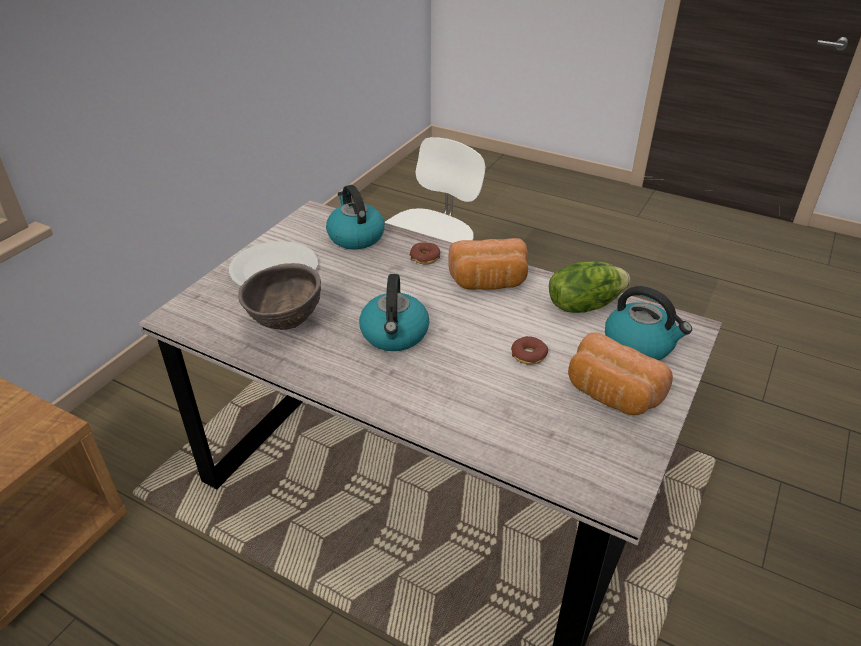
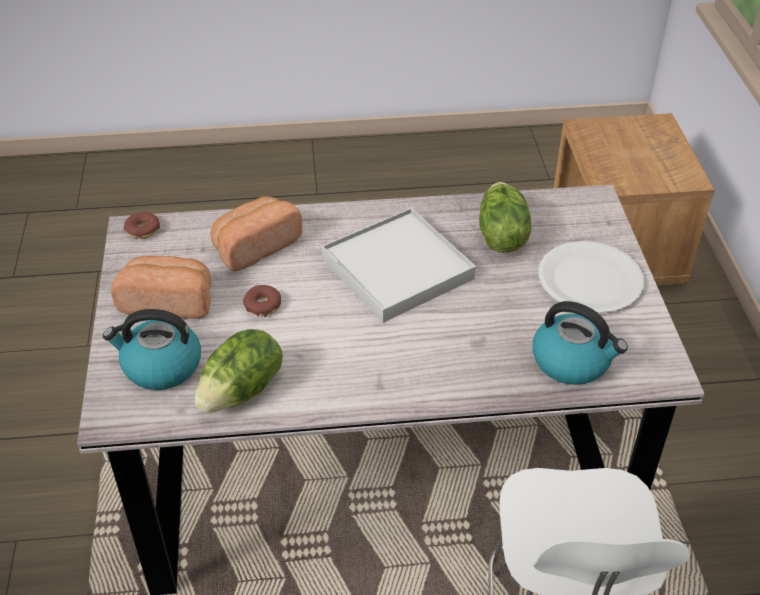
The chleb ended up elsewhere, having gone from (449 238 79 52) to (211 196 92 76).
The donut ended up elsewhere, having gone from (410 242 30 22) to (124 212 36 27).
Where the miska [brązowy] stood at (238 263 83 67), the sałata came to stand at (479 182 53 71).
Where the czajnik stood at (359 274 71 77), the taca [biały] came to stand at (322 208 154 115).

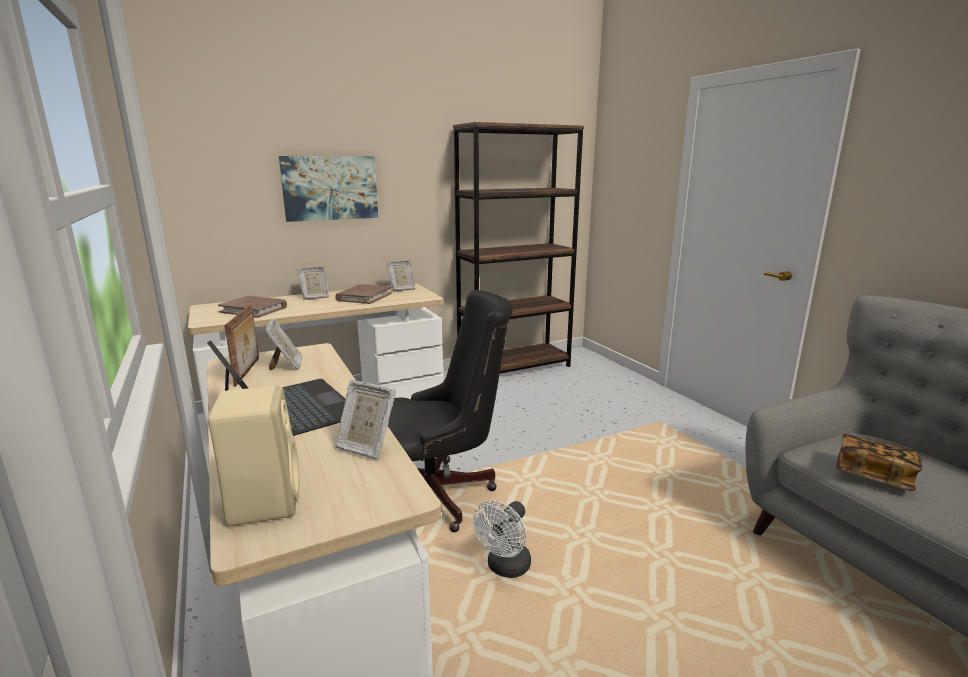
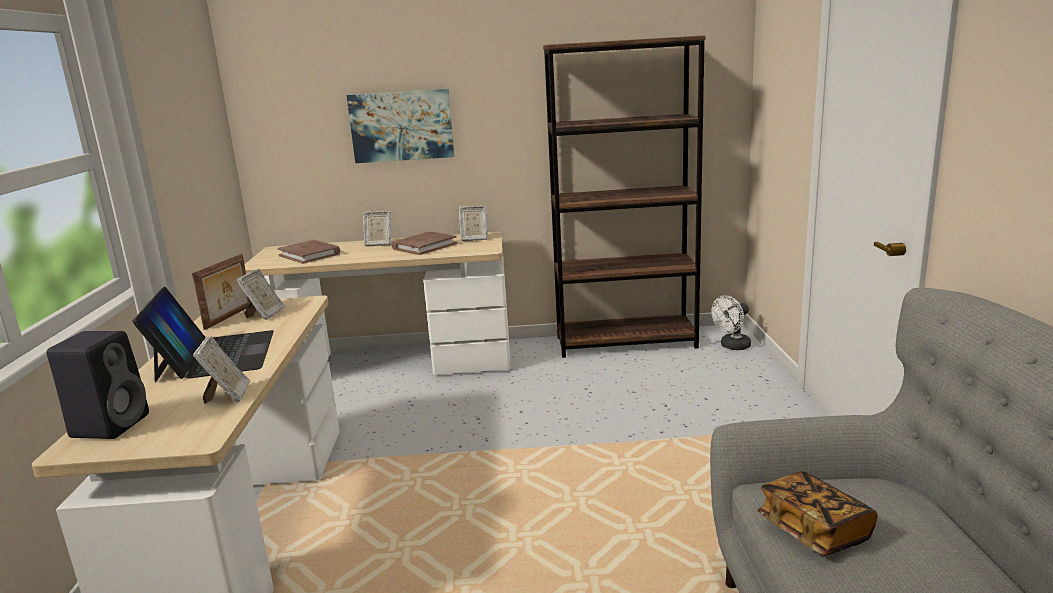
The second view lost the krzesło biurowe [czarny] at (388 290 125 242).
The ramka na zdjęcie at (335 380 61 80) ended up facing another way, 150 degrees counterclockwise from before.
What was the głośnik [beżowy] at (208 386 91 140) turned into the głośnik [czarny] at (47 331 102 108).
The wentylator [biały] ended up elsewhere, having gone from (473 500 58 78) to (711 295 40 55).

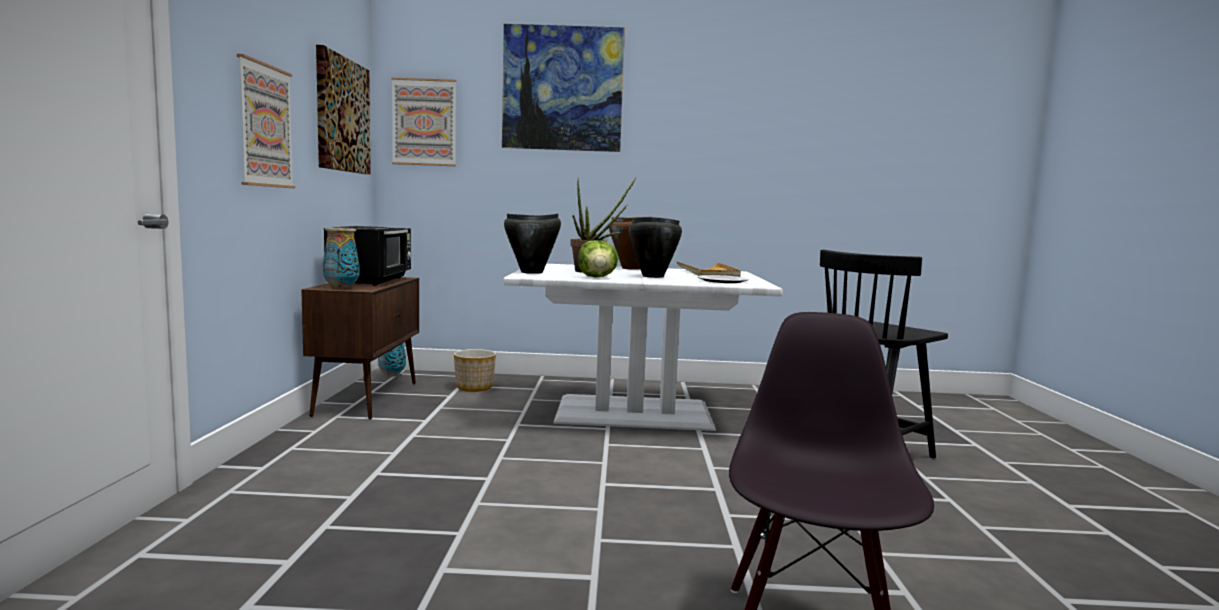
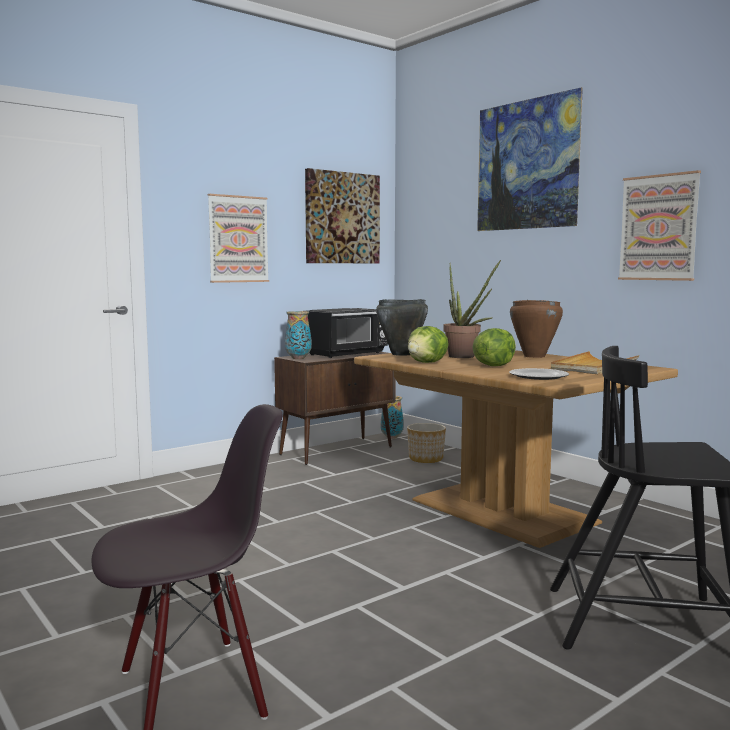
The obraz ended up elsewhere, having gone from (391 77 65 89) to (618 170 83 111).
Where the garnek [czarny] stood at (629 217 53 61), the sałata came to stand at (473 328 43 38).
What was the stół jadalny [biały] at (503 264 280 167) turned into the stół jadalny [brązowy] at (354 350 324 198).

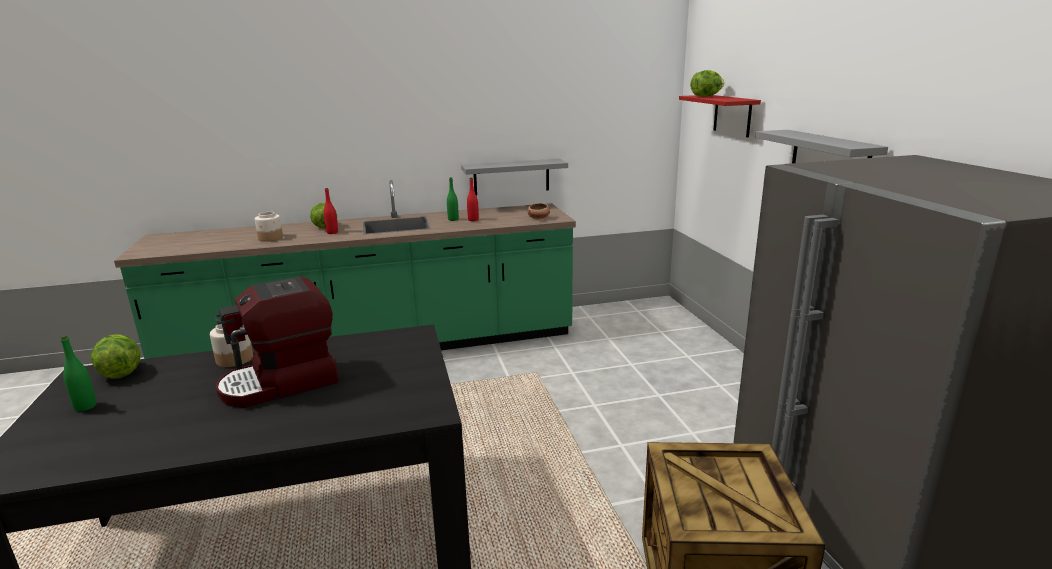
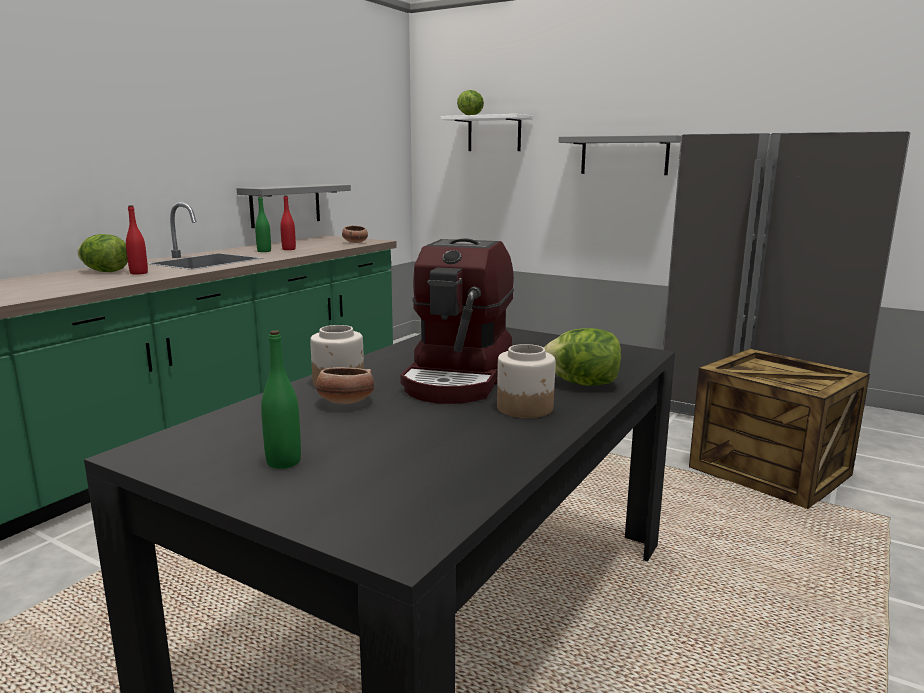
What was the półka [czerwony] at (679 95 82 42) turned into the półka [biały] at (441 114 92 37).
The słoik ended up elsewhere, having gone from (255 212 28 30) to (497 344 58 74).
The sałata ended up elsewhere, having gone from (91 334 49 45) to (544 328 77 58).
The second view gained the miska at (316 367 58 37).

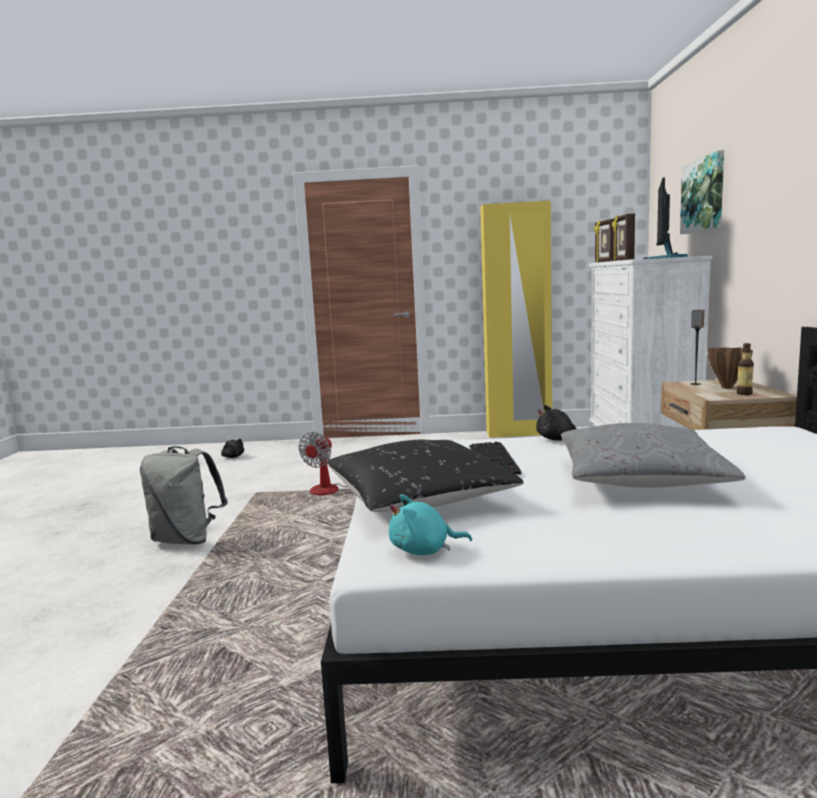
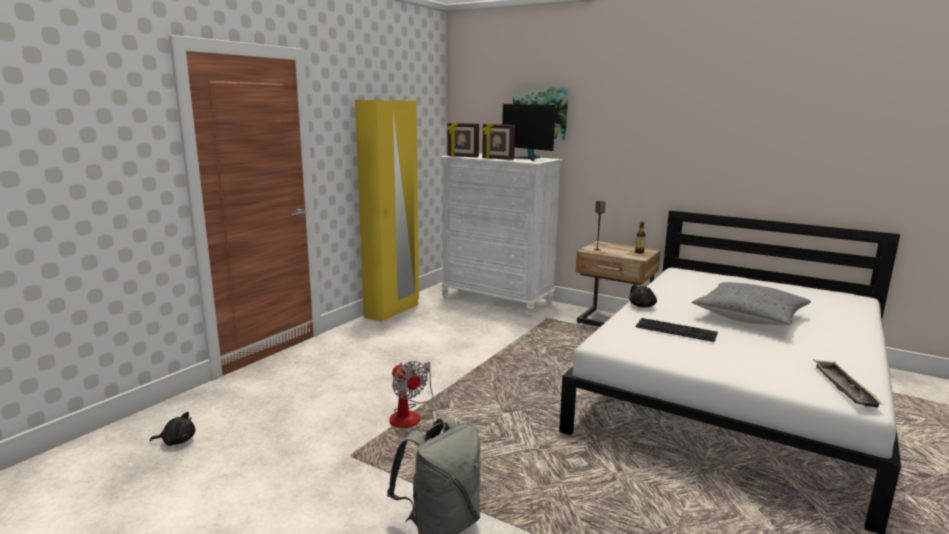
The second view lost the wazon [brązowy] at (707 347 46 42).
The second view lost the poduszka [czarny] at (326 440 198 72).
Where the pluszak [turkusowy] stood at (389 494 83 61), the taca came to stand at (813 359 71 49).

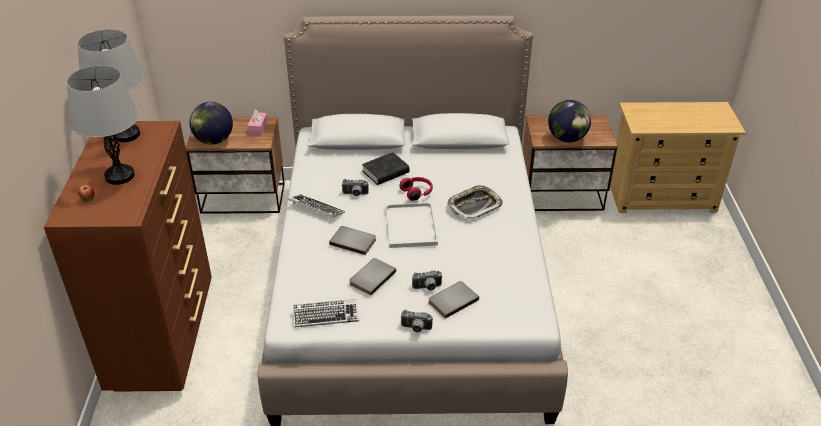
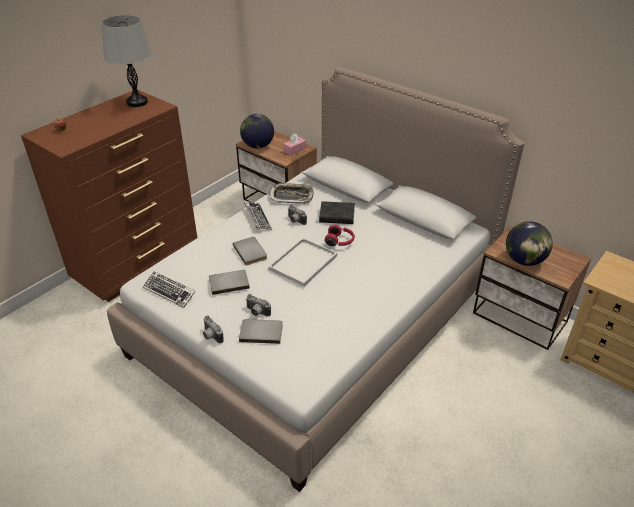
The second view lost the lampa stołowa [szary] at (67 65 71 120).
The taca ended up elsewhere, having gone from (447 184 56 36) to (269 183 45 21).

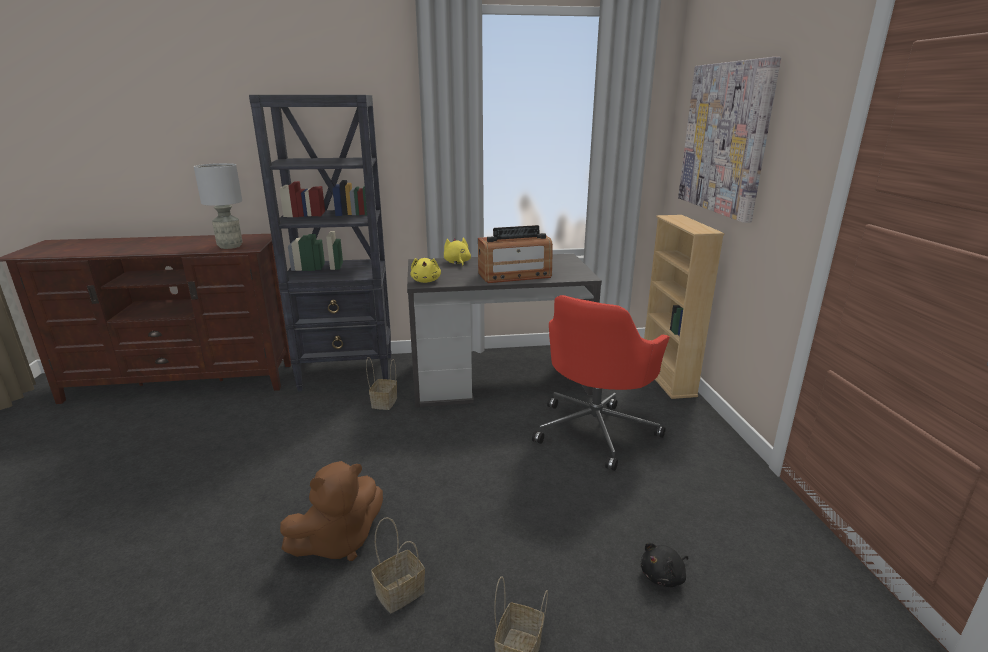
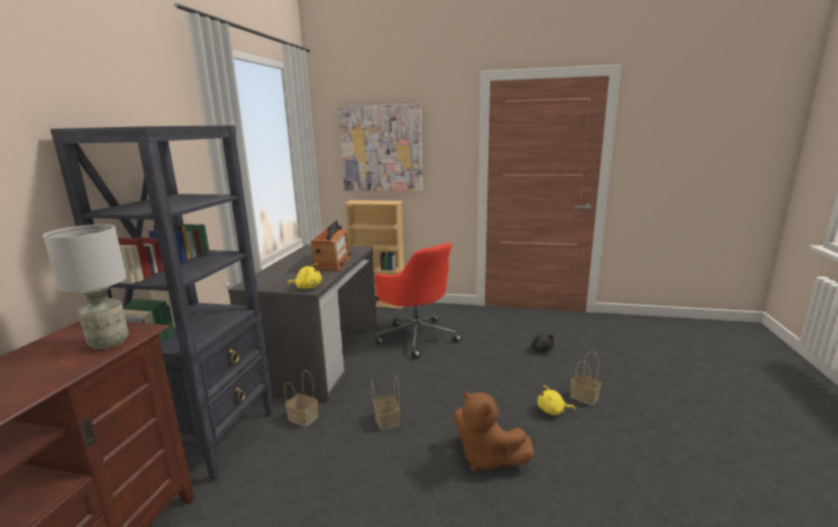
The pluszak [żółty] ended up elsewhere, having gone from (444 237 27 30) to (537 385 38 30).
The pluszak [brązowy] at (280 461 103 100) ended up facing another way, 150 degrees clockwise from before.
The koszyk ended up elsewhere, having gone from (371 517 54 96) to (371 375 29 56).

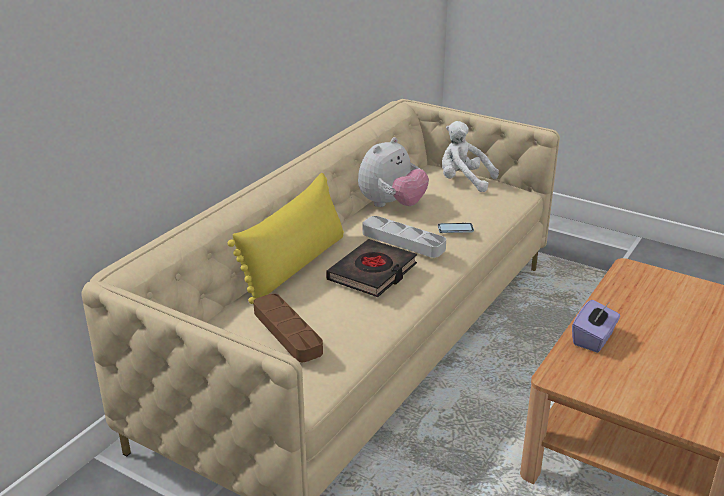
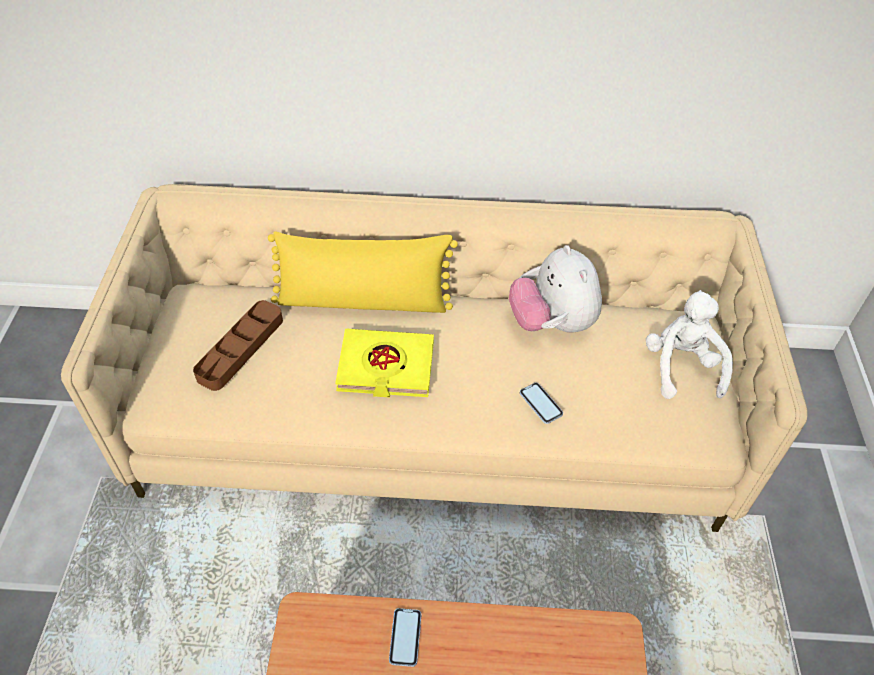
The pluszak at (358 137 71 70) ended up facing another way, 60 degrees clockwise from before.
The second view lost the taca [szary] at (363 216 83 42).
What was the książka [czarny] at (326 239 91 58) turned into the książka [żółty] at (335 329 99 69).
Where the pudełko chusteczek [fioletowy] stood at (572 300 48 53), the telefon came to stand at (389 608 32 59).

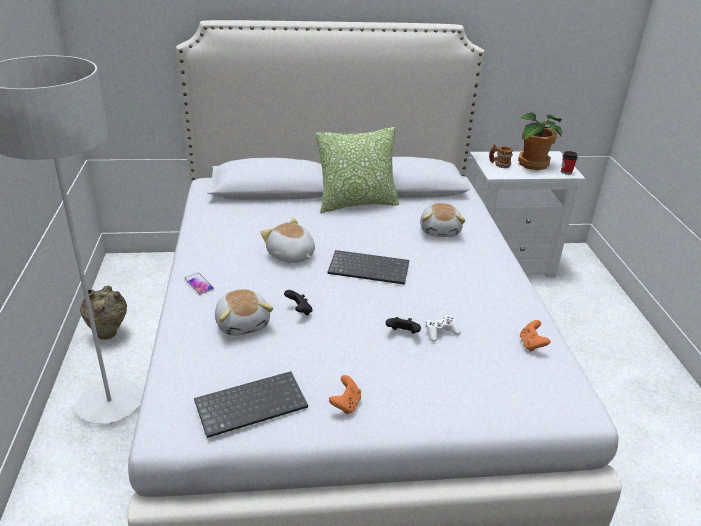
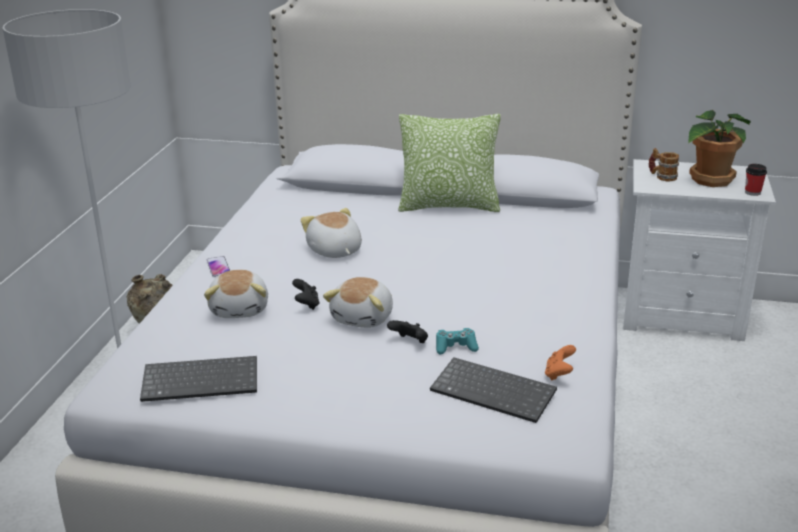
The pluszak ended up elsewhere, having gone from (420 203 46 34) to (323 277 70 51).
The klawiatura ended up elsewhere, having gone from (328 250 81 35) to (430 357 127 66).
What was the pad do gier [biały] at (426 315 35 27) turned into the pad do gier [turkusowy] at (436 328 43 26).
The second view lost the pad do gier [pomarańczowy] at (329 375 32 40).

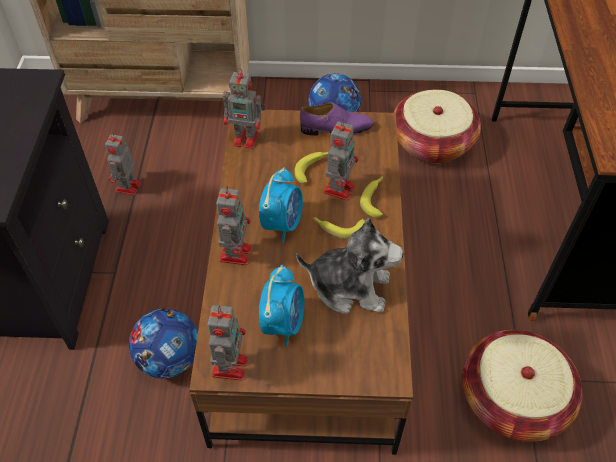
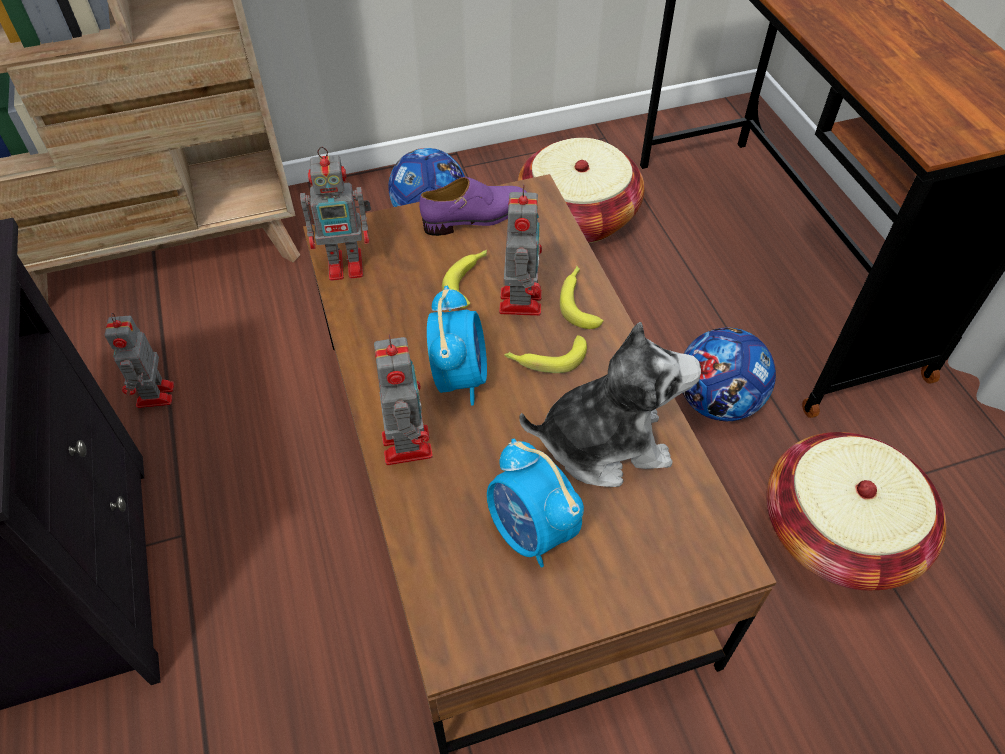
The budzik at (259 265 45 81) ended up facing another way, 150 degrees clockwise from before.
The second view lost the robot zabawkowy at (208 305 40 76).
The piłka futbolowa ended up elsewhere, having gone from (129 308 69 71) to (683 327 93 94).

